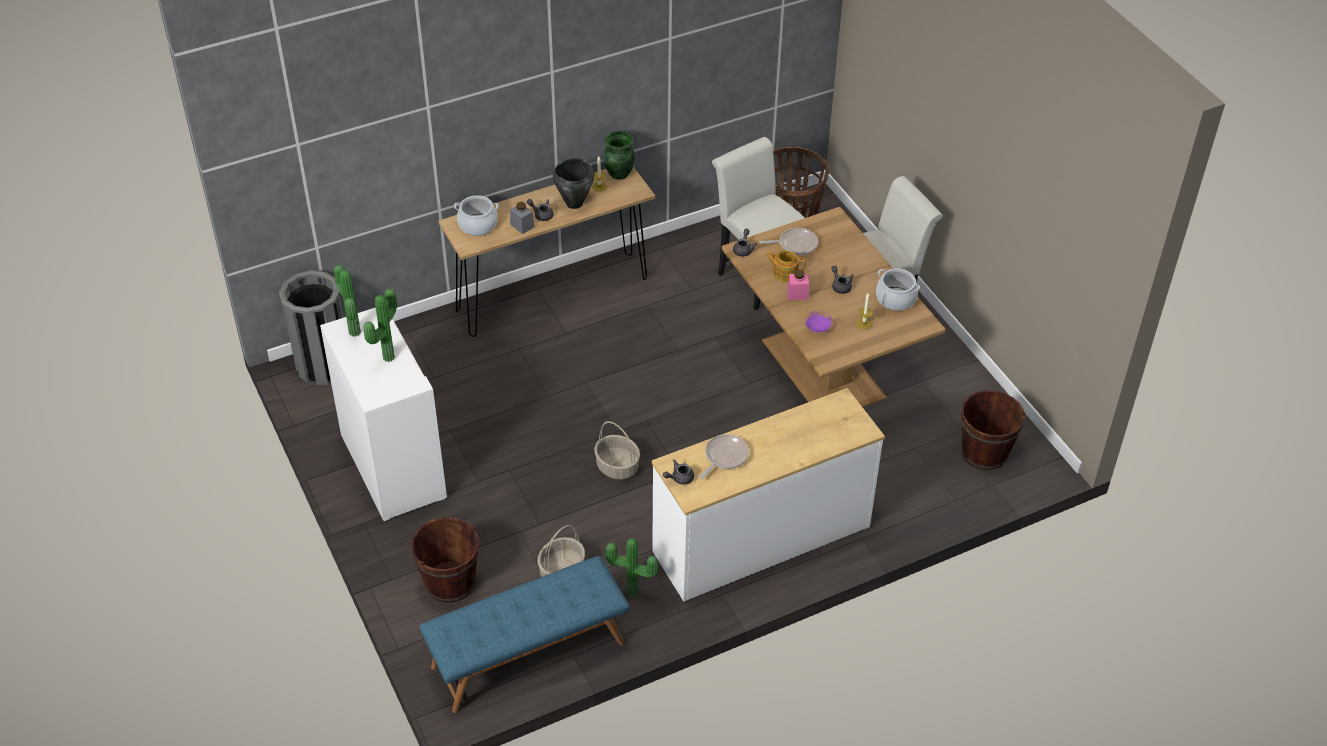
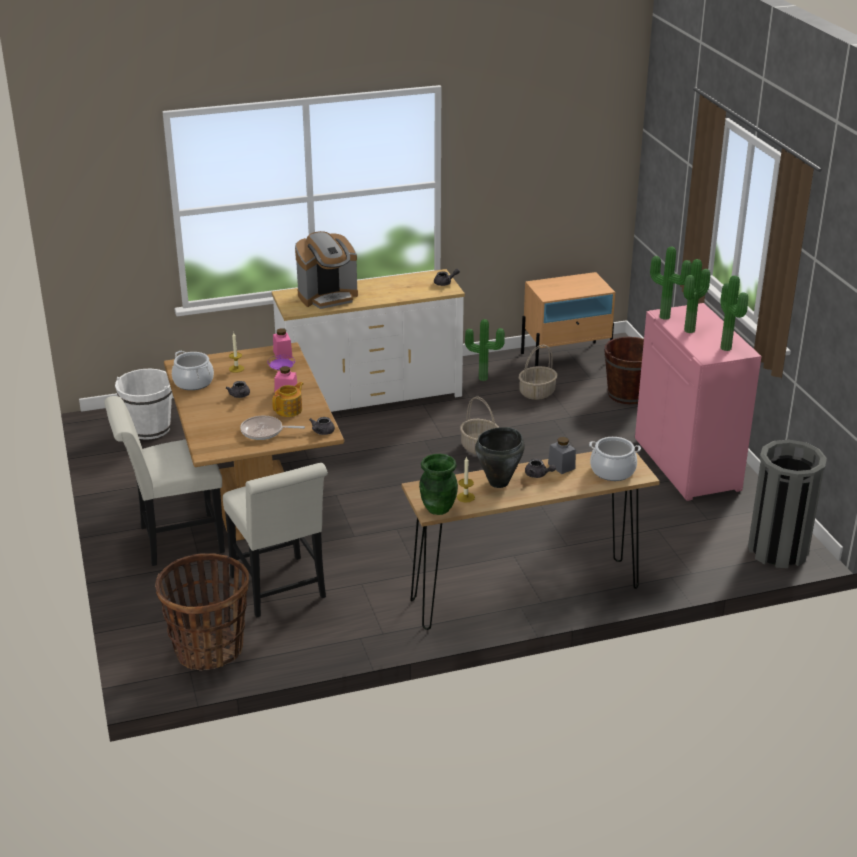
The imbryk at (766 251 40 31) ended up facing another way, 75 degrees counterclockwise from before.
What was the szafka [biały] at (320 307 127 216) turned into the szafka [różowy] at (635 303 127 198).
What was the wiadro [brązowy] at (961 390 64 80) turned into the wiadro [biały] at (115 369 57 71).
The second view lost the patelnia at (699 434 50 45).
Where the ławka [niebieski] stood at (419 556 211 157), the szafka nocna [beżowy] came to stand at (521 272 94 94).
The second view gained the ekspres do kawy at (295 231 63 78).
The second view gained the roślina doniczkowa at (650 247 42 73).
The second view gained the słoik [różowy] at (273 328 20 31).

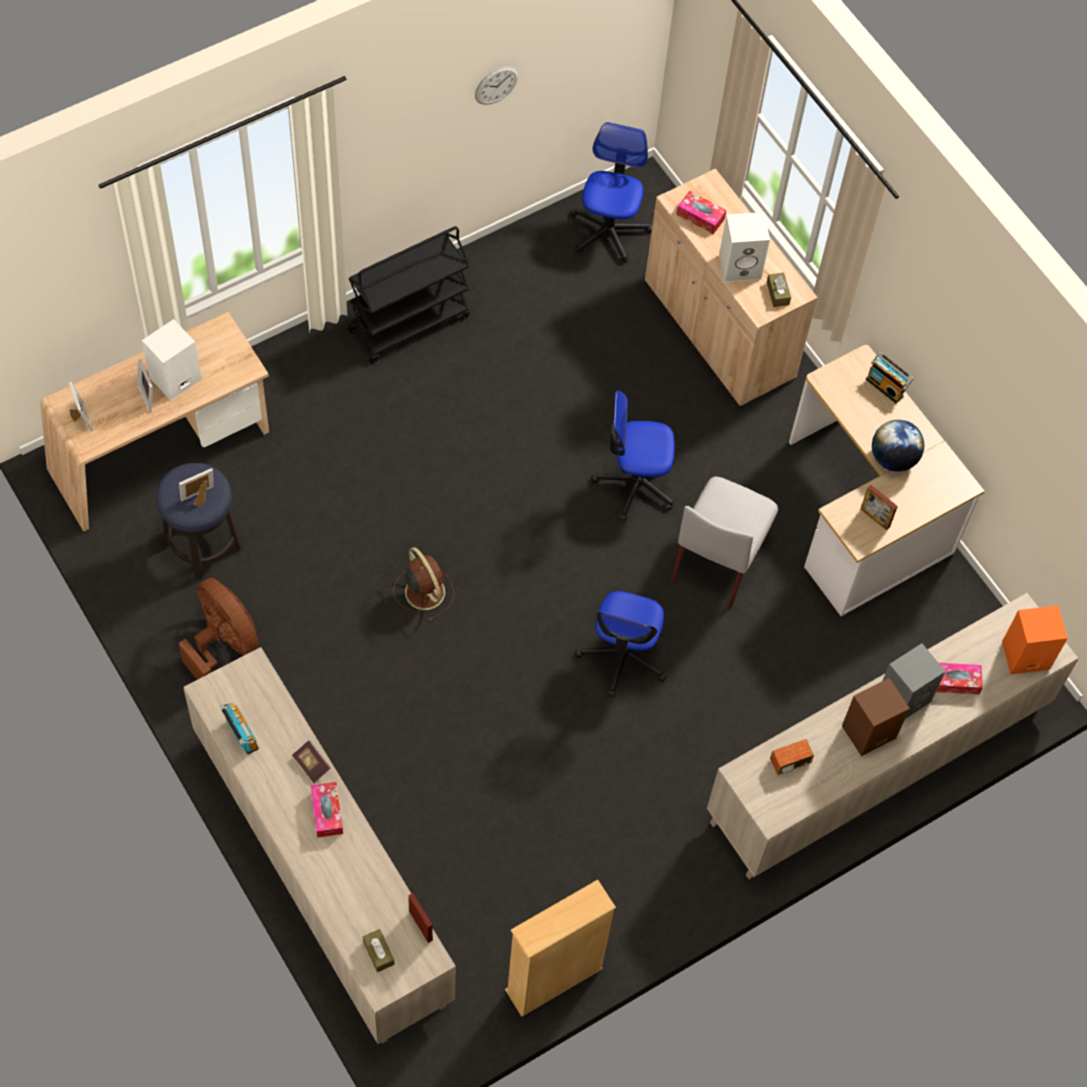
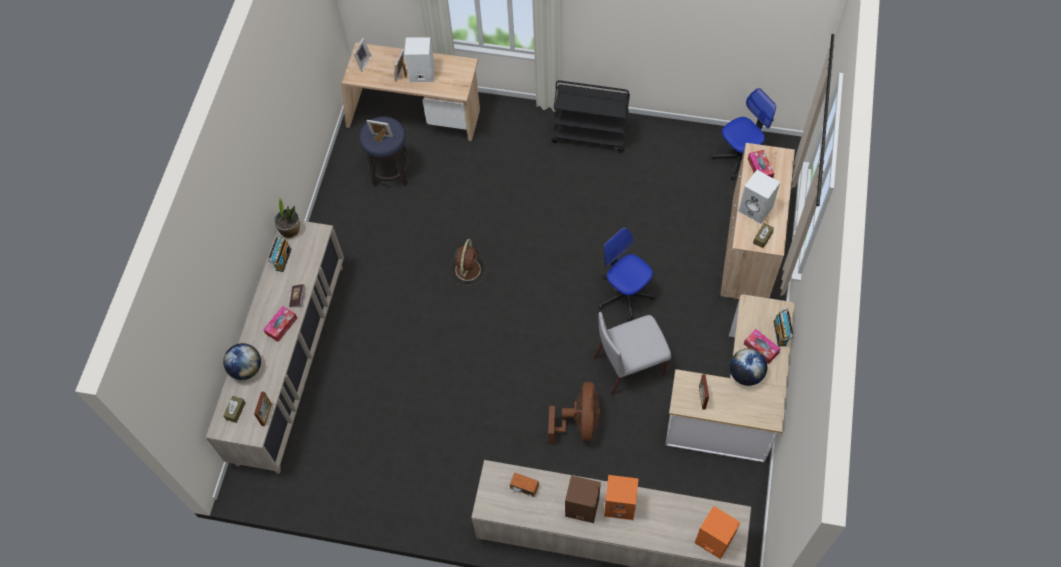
The second view lost the zegar ścienny at (475 66 44 39).
The wentylator [brązowy] ended up elsewhere, having gone from (178 578 81 102) to (548 382 52 62).
The second view lost the krzesło biurowe at (575 591 92 106).
What was the głośnik [szary] at (883 643 63 76) turned into the głośnik [pomarańczowy] at (604 475 35 45).
The pudełko chusteczek ended up elsewhere, having gone from (936 663 47 31) to (744 329 36 35).
The second view lost the regał [beżowy] at (505 880 111 137).
The second view gained the roślina doniczkowa at (274 198 26 40).
The second view gained the globus at (223 343 38 37).

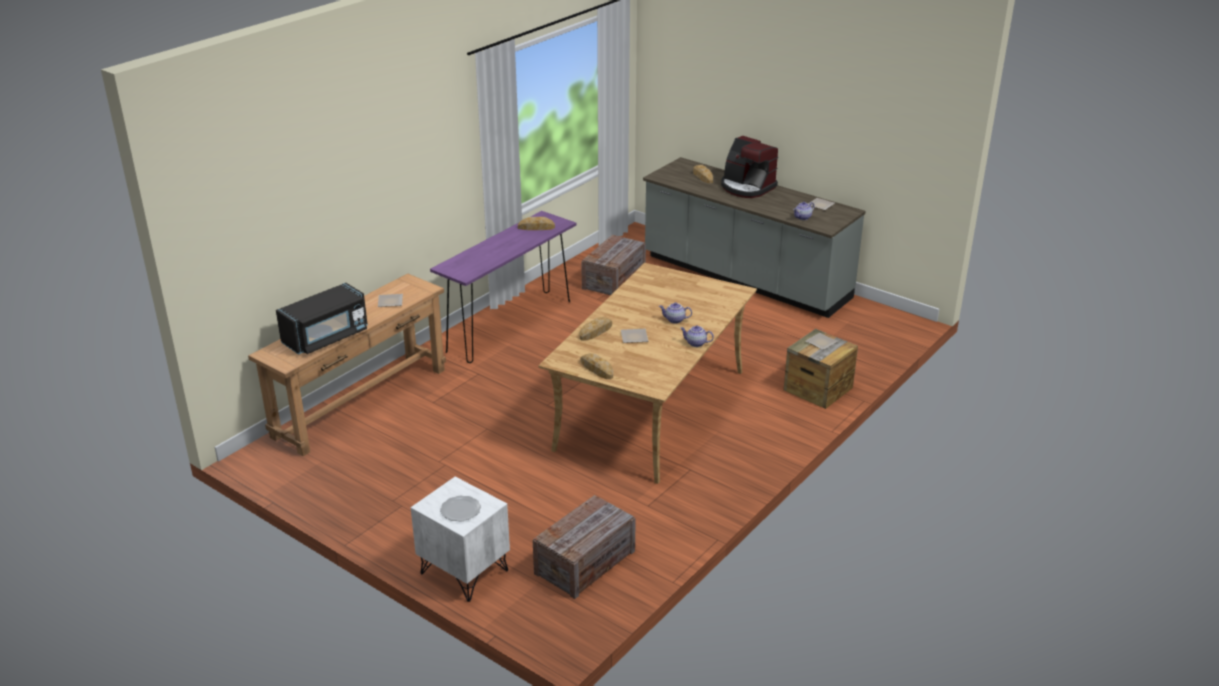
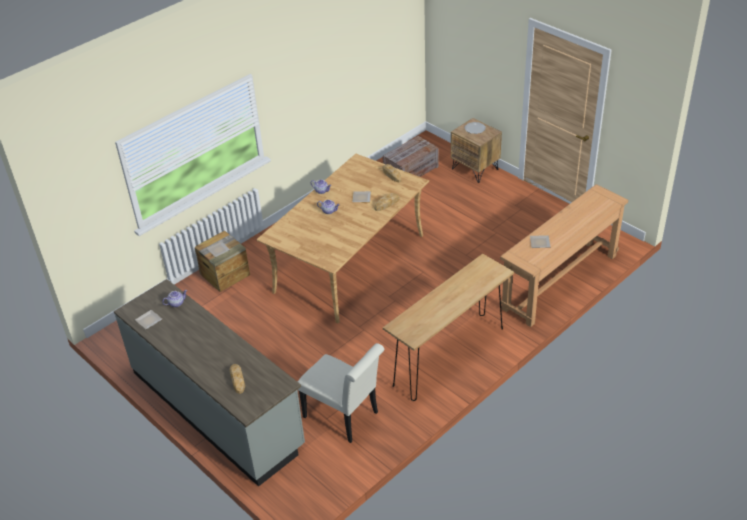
The second view lost the ekspres do kawy at (721 136 57 62).
What was the stolik konsolowy [fioletowy] at (430 211 146 152) turned into the stolik konsolowy [brązowy] at (383 254 131 147).
The second view lost the chleb at (518 217 37 13).
Where the skrzynka stood at (581 235 65 60), the krzesło [biały] came to stand at (298 343 86 100).
The second view lost the mikrofalówka [czarny] at (276 283 92 72).
What was the szafka nocna [biały] at (411 477 99 125) turned into the szafka nocna [brązowy] at (451 118 51 65).

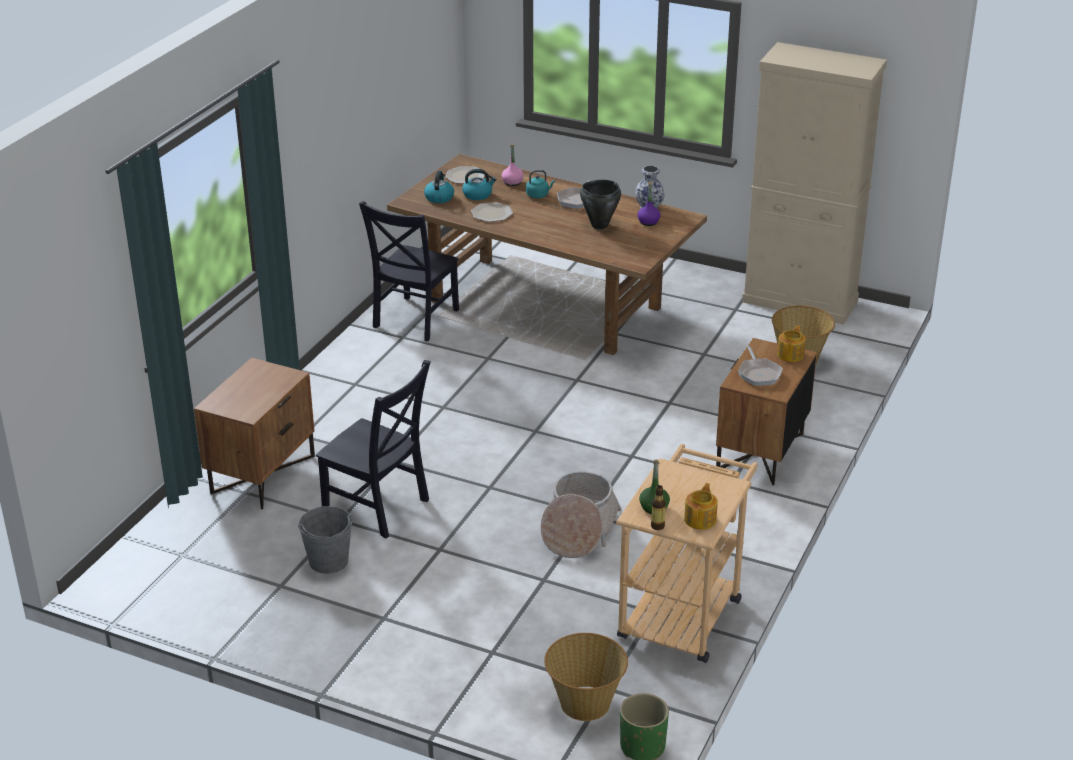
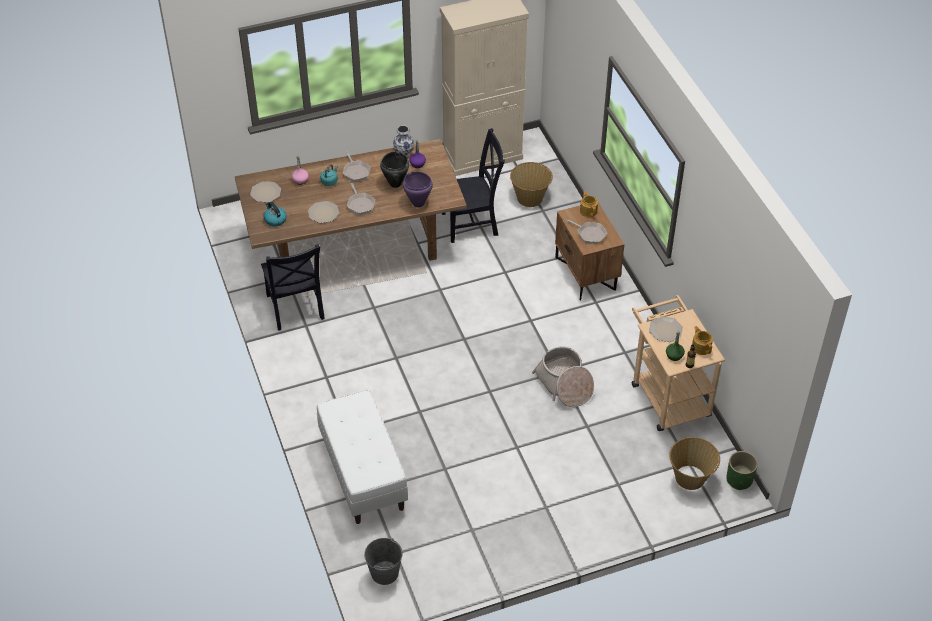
The second view lost the czajnik at (462 169 35 31).
Where the szafka nocna [brązowy] stood at (194 358 121 151), the ławka [biały] came to stand at (317 390 91 134).
The krzesło [czarny] ended up elsewhere, having gone from (316 360 115 179) to (442 128 63 115).
The wiadro [szary] ended up elsewhere, having gone from (298 506 54 68) to (364 538 39 47).
The second view gained the garnek [fioletowy] at (403 171 30 36).
The second view gained the patelnia at (347 183 28 32).
The second view gained the talerz at (649 316 34 26).

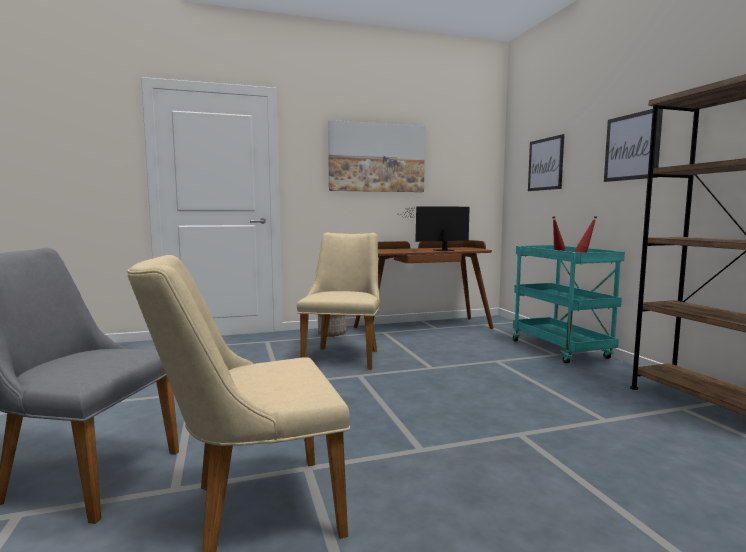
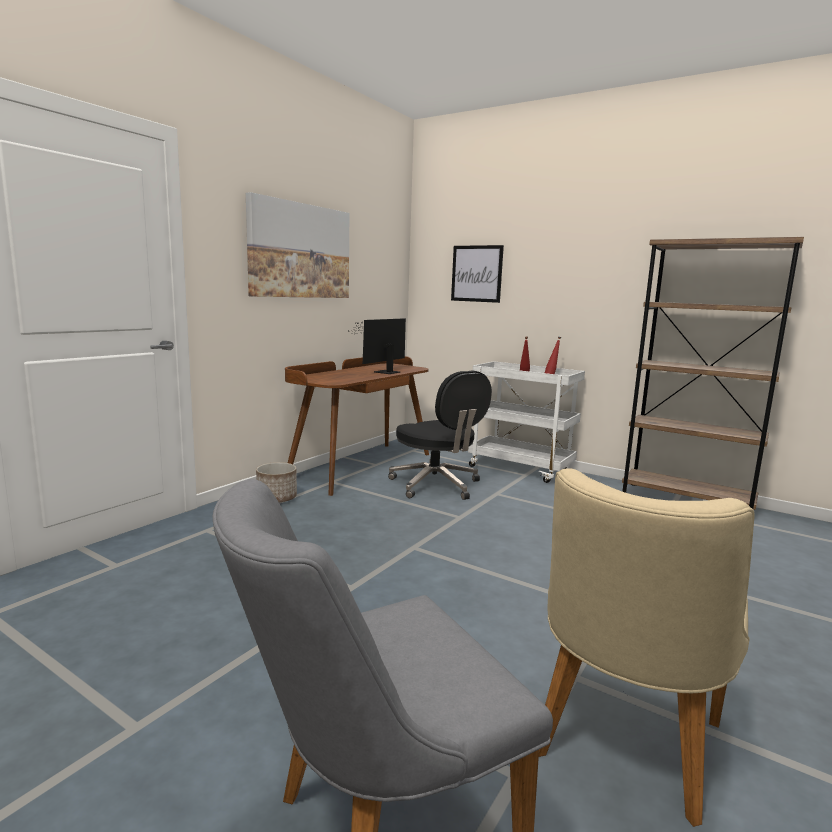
The second view lost the obraz at (604 109 59 73).
The second view lost the krzesło [beżowy] at (297 233 83 137).
What was the wózek [turkusowy] at (513 245 112 118) turned into the wózek [biały] at (468 361 117 122).
The second view gained the krzesło biurowe [czarny] at (388 371 104 129).

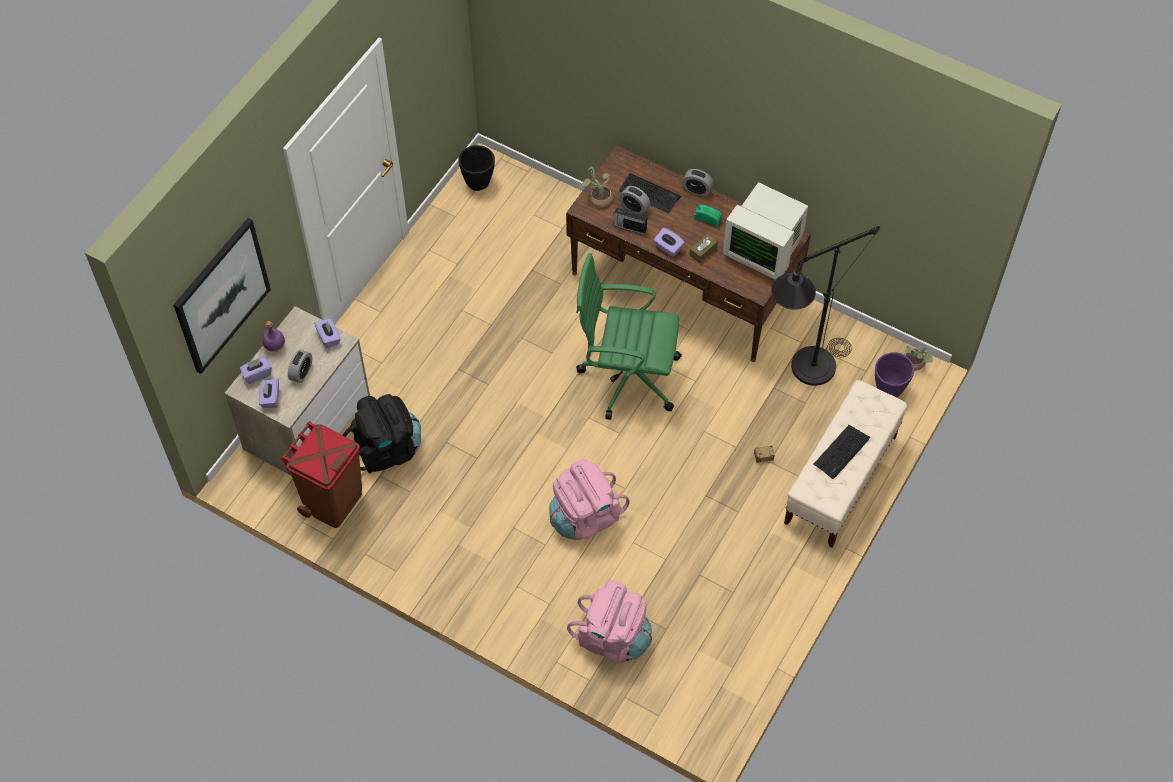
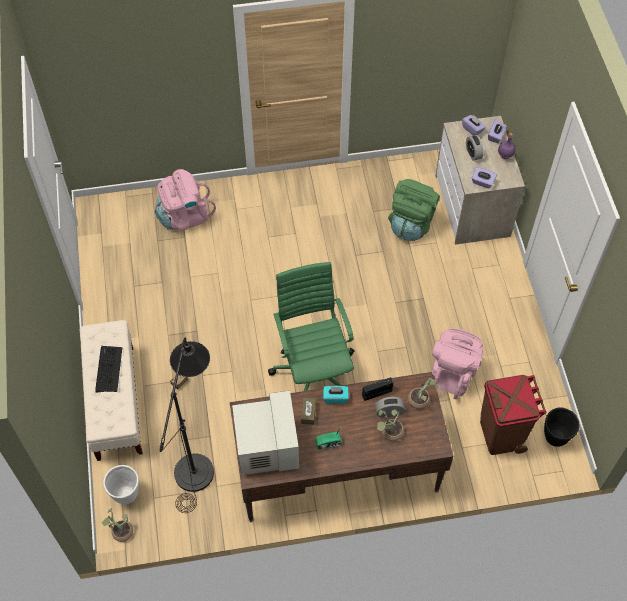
The second view lost the budzik at (682 169 32 28).
Where the klawiatura stood at (619 173 62 40), the roślina doniczkowa came to stand at (376 410 28 31).
The monitor at (723 182 85 97) ended up facing another way, 90 degrees clockwise from before.
The second view lost the obraz at (173 218 98 156).
What was the pudełko chusteczek [fioletowy] at (654 228 31 29) turned into the pudełko chusteczek [turkusowy] at (323 386 26 18).
The krzesło biurowe [zielony] at (576 253 106 167) ended up facing another way, 75 degrees counterclockwise from before.
What was the donica [fioletowy] at (875 352 39 46) turned into the donica [biały] at (103 465 36 40).
What was the plecak [czarny] at (343 394 78 80) turned into the plecak [zielony] at (388 179 52 62).
The kosz na śmieci [brązowy] ended up elsewhere, having gone from (281 421 81 107) to (480 375 67 80).
The plecak [różowy] ended up elsewhere, having gone from (549 459 81 81) to (431 329 52 70).

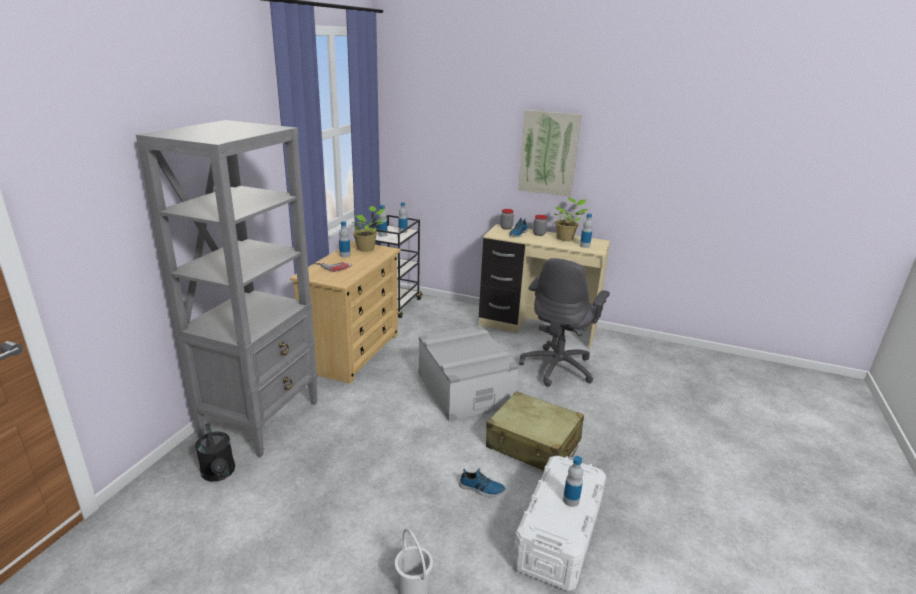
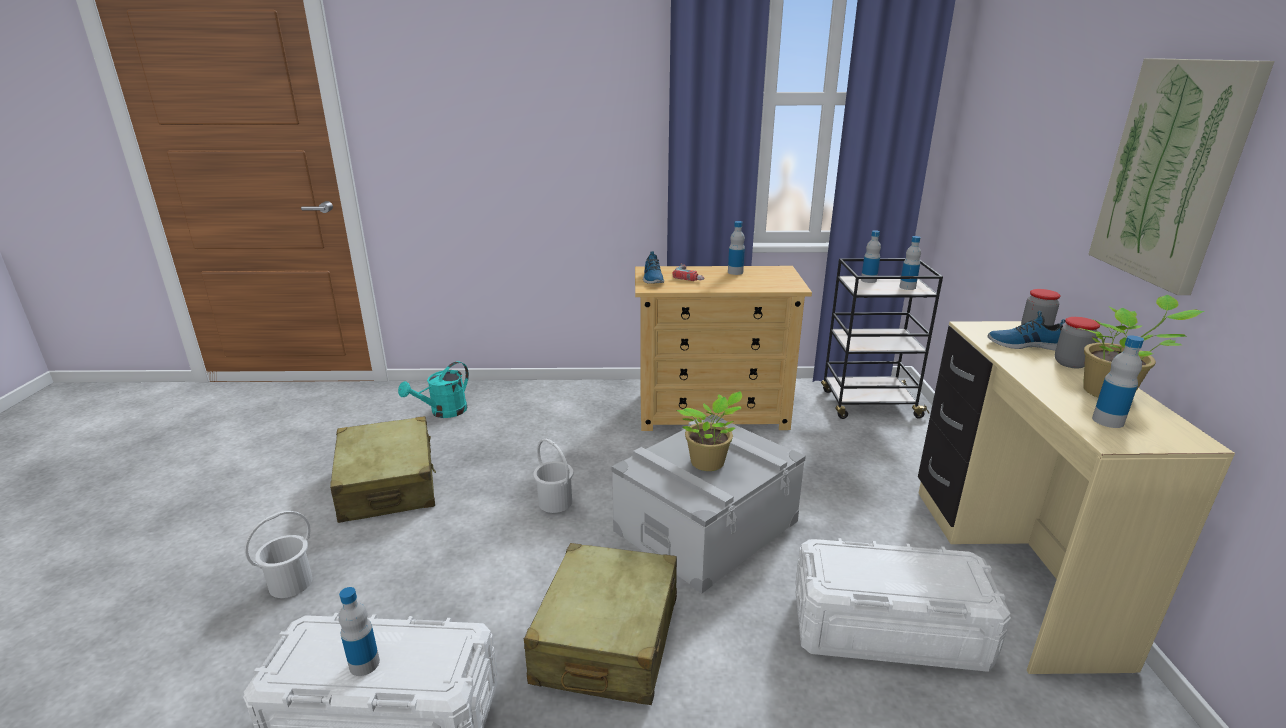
The second view lost the regał [szary] at (136 120 182 337).
The roślina doniczkowa ended up elsewhere, having gone from (350 206 35 46) to (677 391 65 80).
Where the krzesło biurowe [szary] stood at (519 258 91 129), the pojemnik do przechowywania [biały] came to stand at (795 538 216 134).
What was the konewka [czarny] at (195 423 40 59) turned into the konewka [turkusowy] at (398 361 71 57).
The but ended up elsewhere, having gone from (459 469 46 28) to (643 251 21 33).
The second view gained the walizka [beżowy] at (330 416 106 107).
The second view gained the wiadro [biały] at (533 439 41 74).

